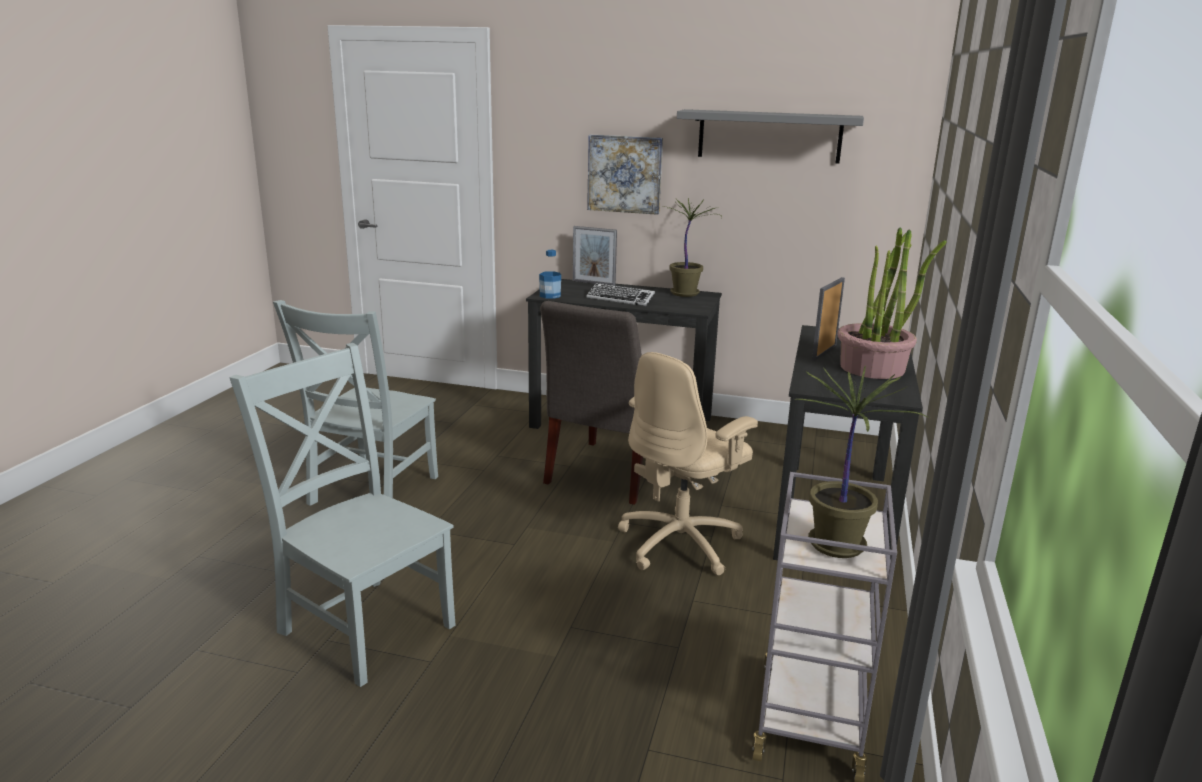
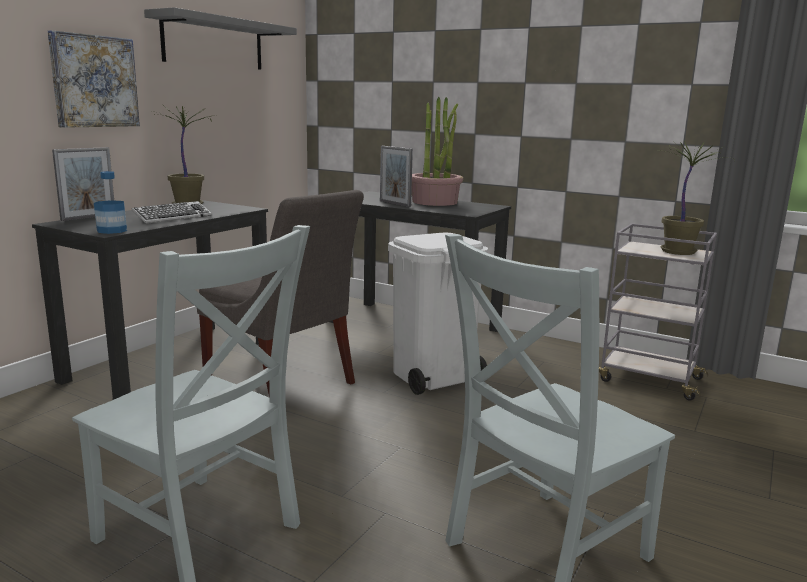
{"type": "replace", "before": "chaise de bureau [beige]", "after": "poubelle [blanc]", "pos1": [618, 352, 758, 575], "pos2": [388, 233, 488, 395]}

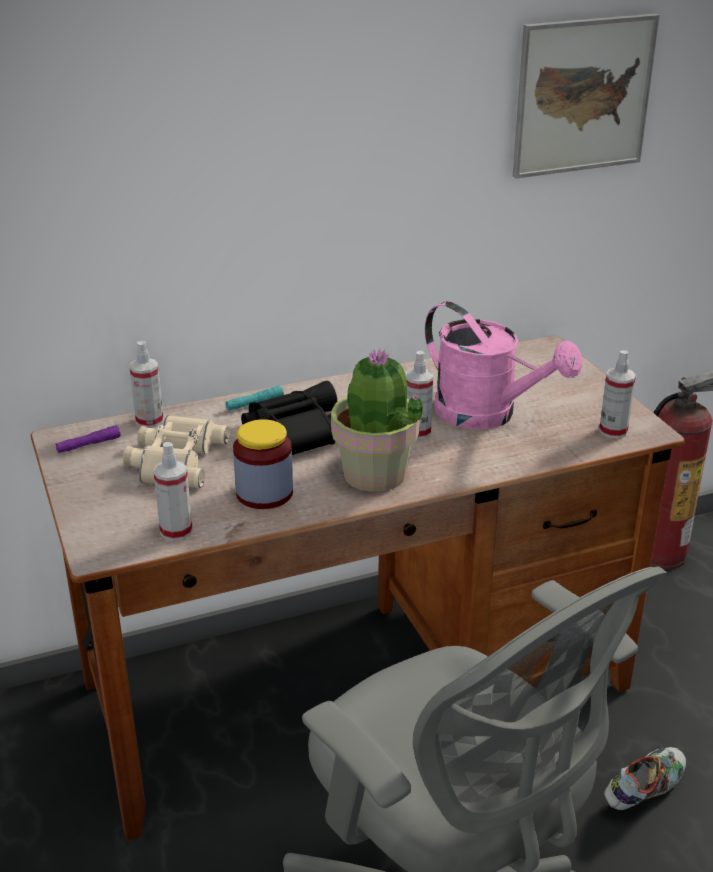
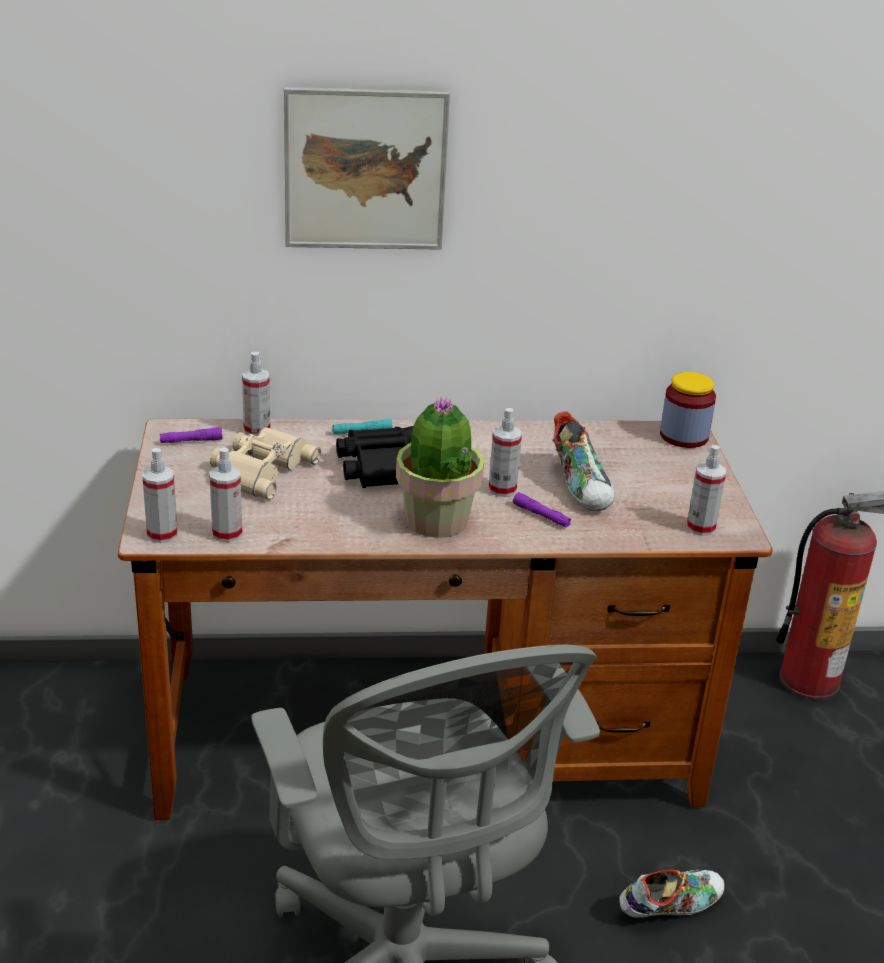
{"type": "move", "before": "tableau", "pos1": [513, 14, 660, 179], "pos2": [284, 87, 450, 250]}
{"type": "replace", "before": "arrosoir [rose]", "after": "chaussure", "pos1": [425, 301, 582, 429], "pos2": [552, 411, 615, 512]}
{"type": "move", "before": "bocal", "pos1": [233, 419, 293, 509], "pos2": [660, 372, 716, 448]}
{"type": "insert", "after": "vaporisateur", "pos2": [142, 448, 178, 543]}
{"type": "insert", "after": "lampe de poche [violet]", "pos2": [513, 492, 571, 528]}

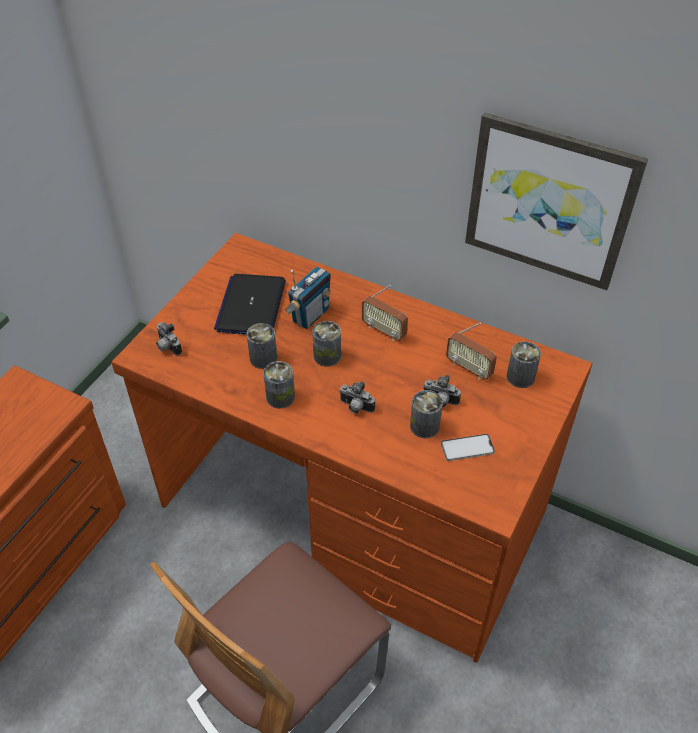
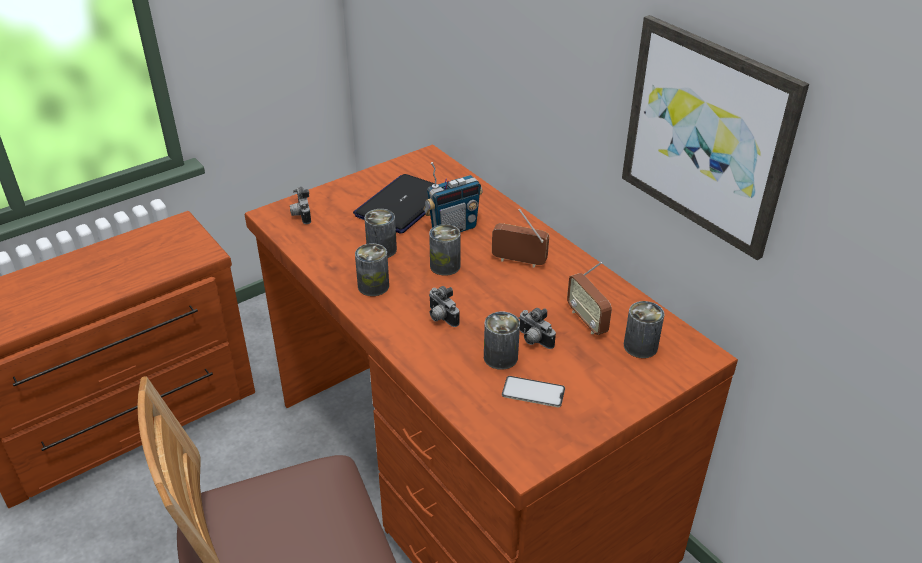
{"type": "rotate", "before": "radio", "pos1": [362, 285, 408, 341], "pos2": [492, 209, 549, 268], "turn": 135}

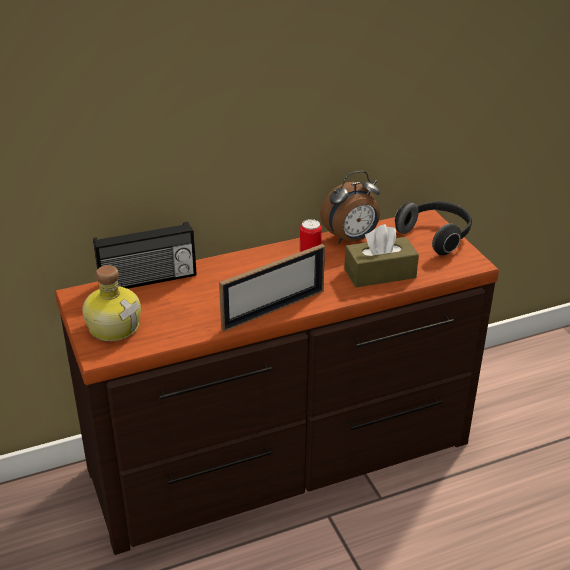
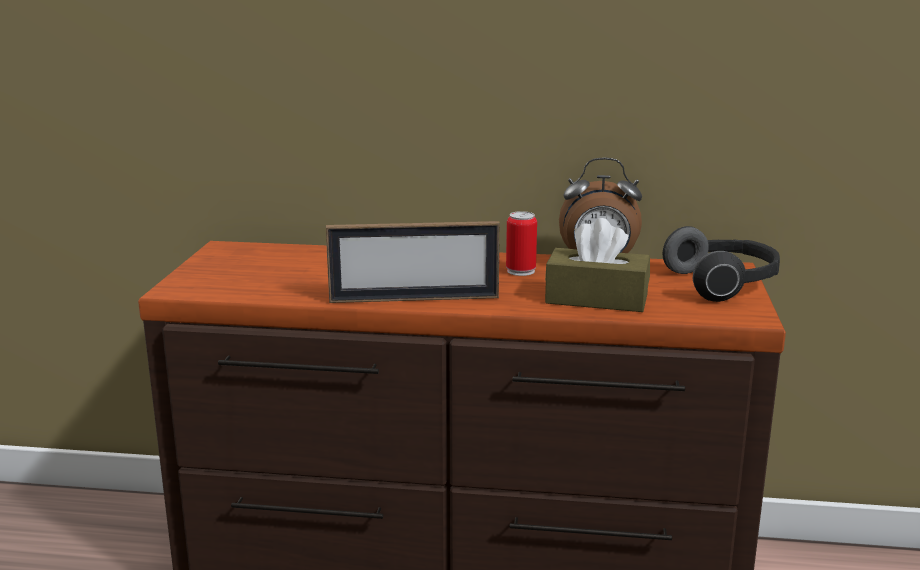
{"type": "delete", "before": "radio", "pos1": [93, 222, 197, 289]}
{"type": "delete", "before": "bouteille", "pos1": [82, 265, 141, 341]}

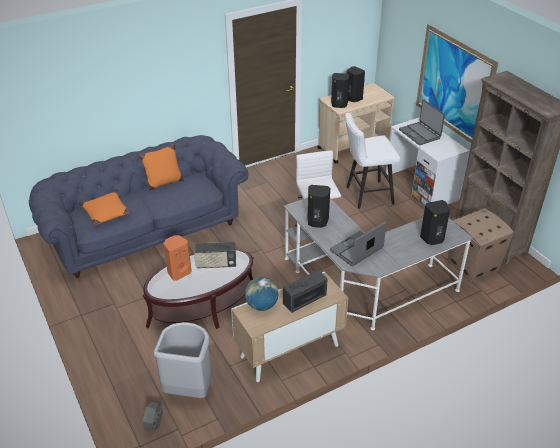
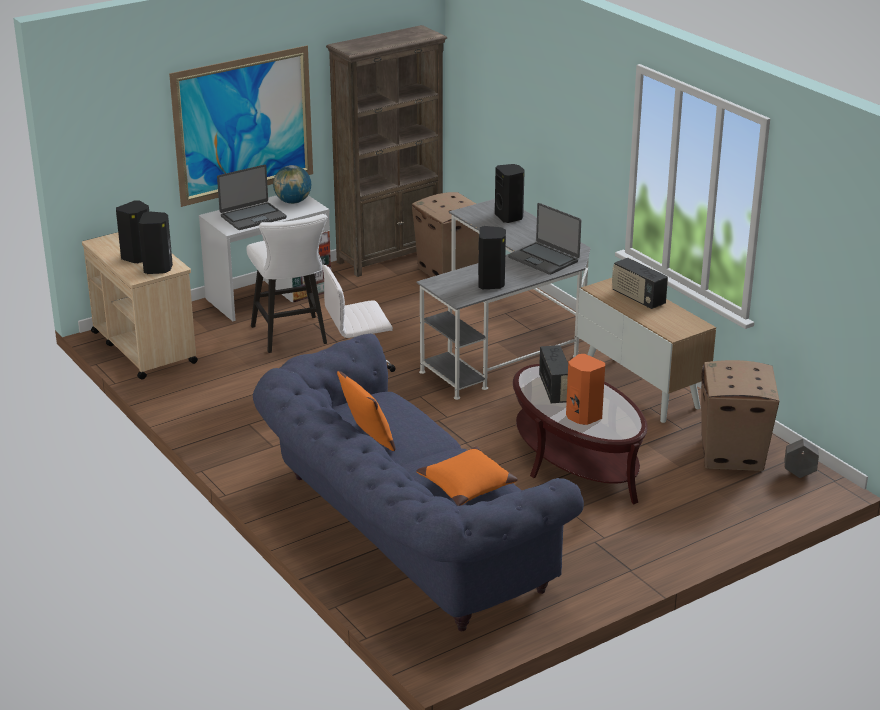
{"type": "move", "before": "globe", "pos1": [245, 277, 279, 311], "pos2": [273, 165, 311, 204]}
{"type": "replace", "before": "poubelle [gris]", "after": "carton", "pos1": [153, 322, 212, 398], "pos2": [701, 360, 779, 471]}

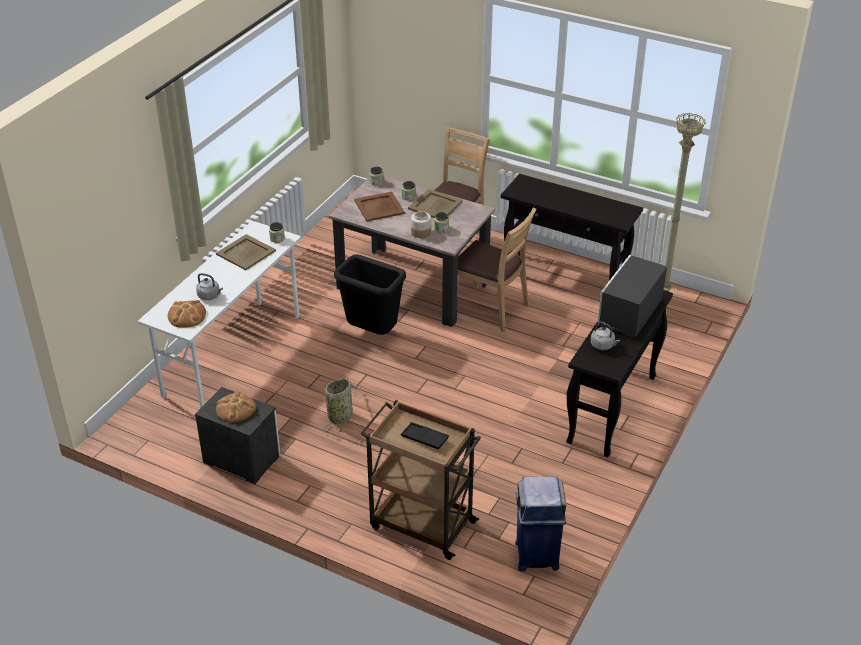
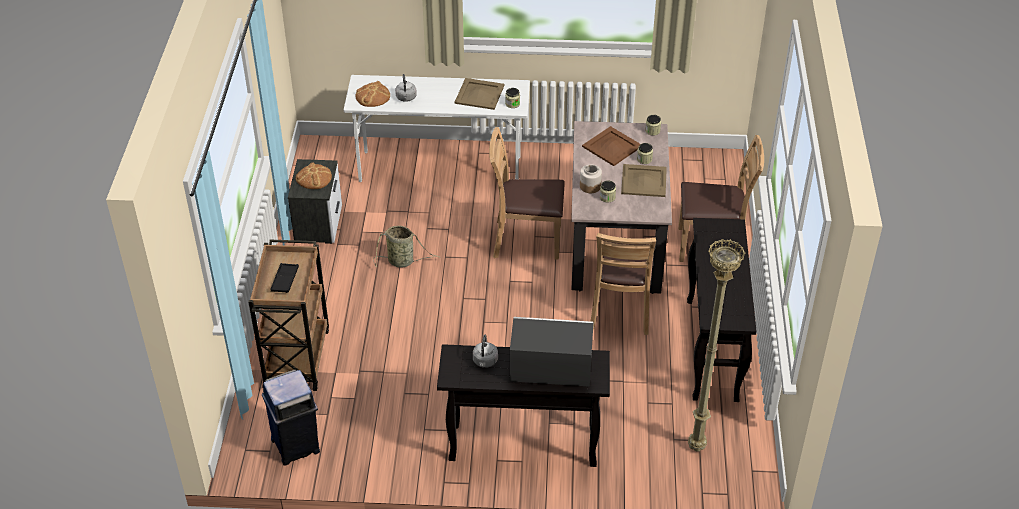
{"type": "replace", "before": "poubelle [noir]", "after": "chaise [marron]", "pos1": [334, 254, 406, 335], "pos2": [489, 127, 565, 260]}

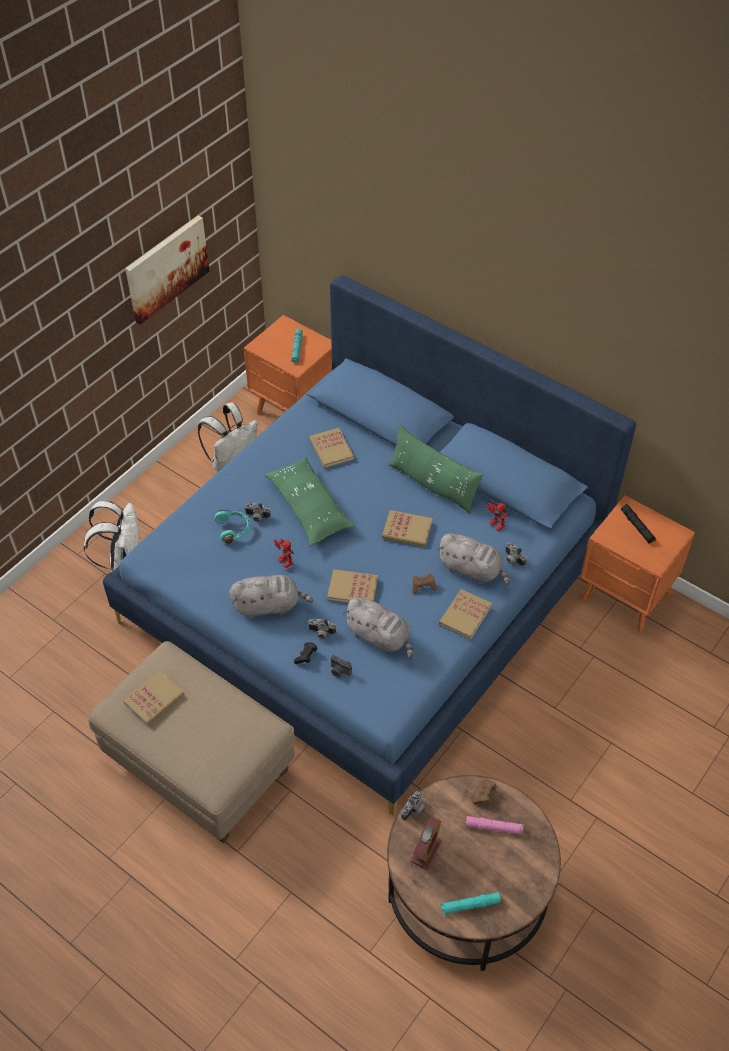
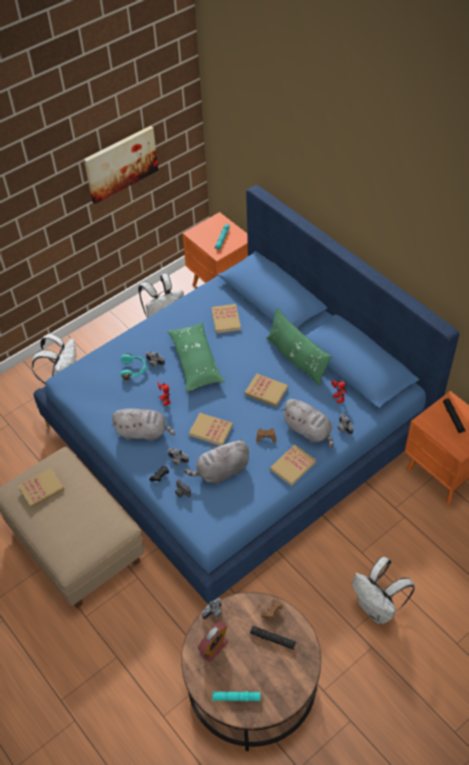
{"type": "rotate", "before": "peluche [gris]", "pos1": [343, 598, 413, 658], "pos2": [184, 439, 249, 484], "turn": 105}
{"type": "recolor", "before": "lampe de poche [rose]", "after": "lampe de poche [noir]", "pos1": [466, 816, 524, 835], "pos2": [250, 626, 296, 650]}
{"type": "insert", "after": "sac à dos [blanc]", "pos2": [352, 557, 415, 624]}

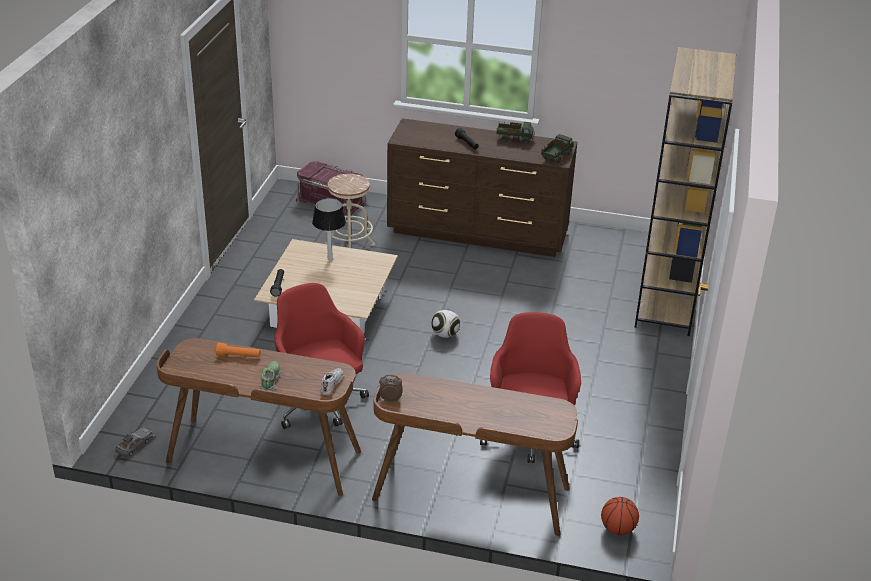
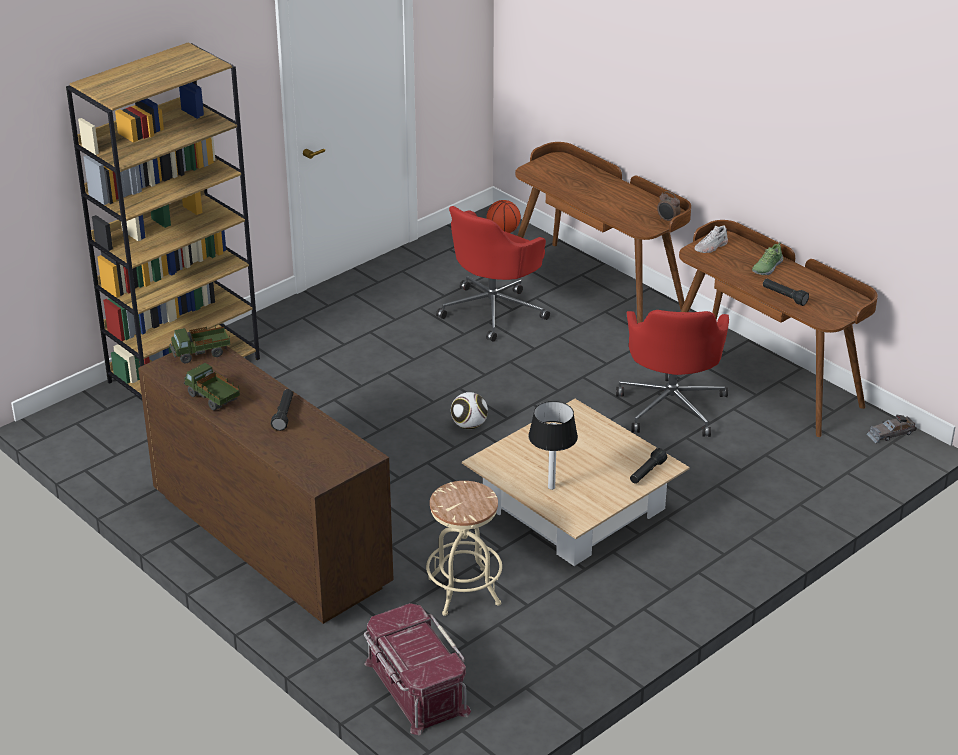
{"type": "recolor", "before": "lampe de poche [orange]", "after": "lampe de poche [noir]", "pos1": [216, 343, 260, 357], "pos2": [763, 278, 809, 306]}

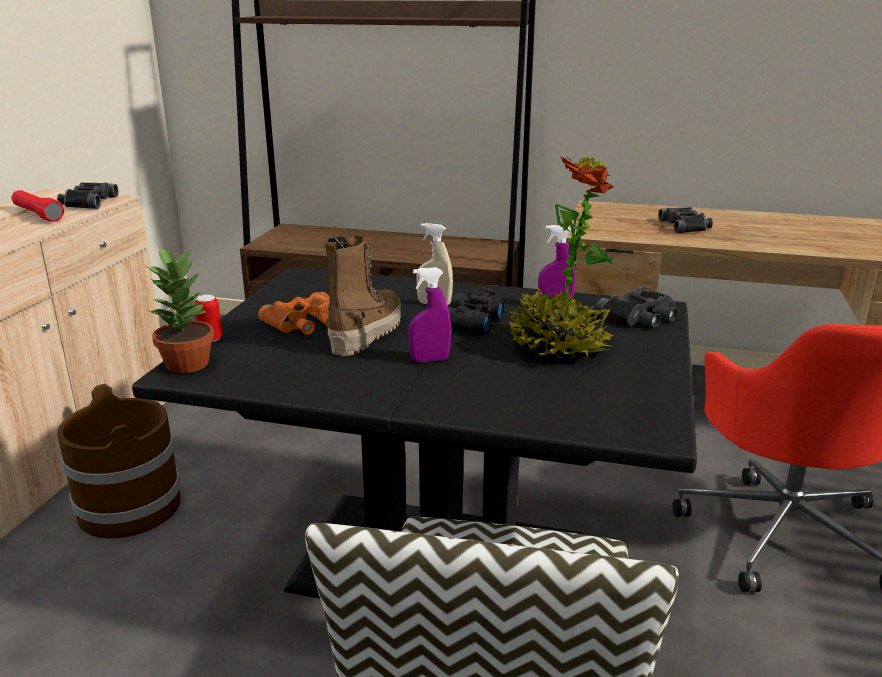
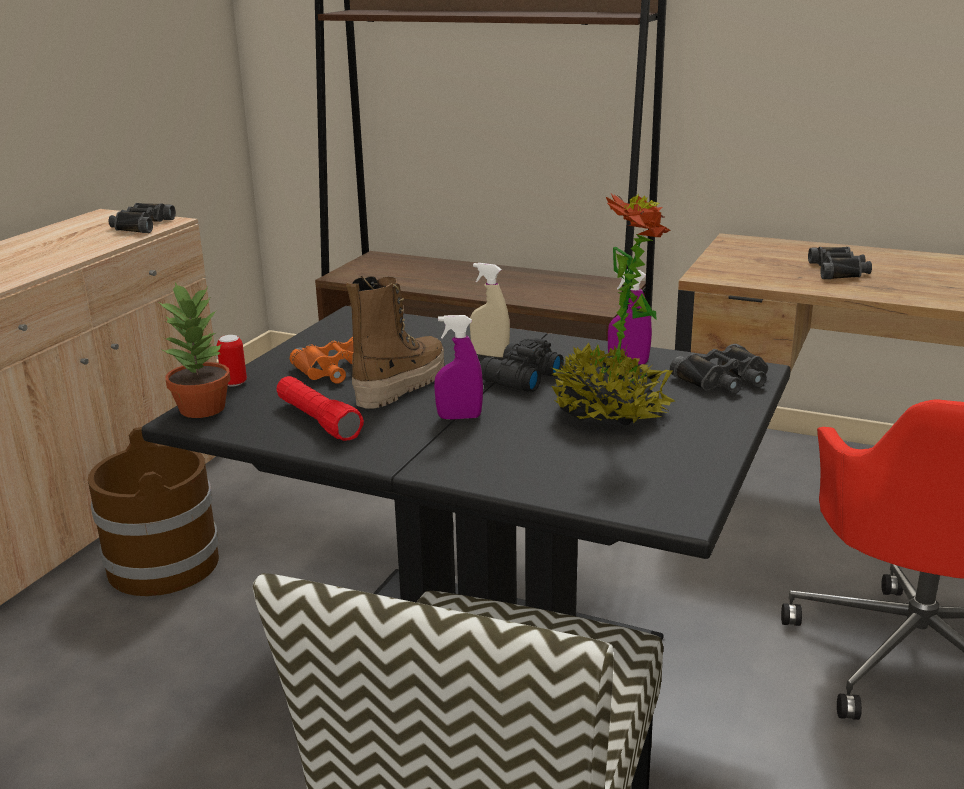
{"type": "move", "before": "lampe de poche [rouge]", "pos1": [12, 190, 64, 222], "pos2": [277, 376, 364, 441]}

